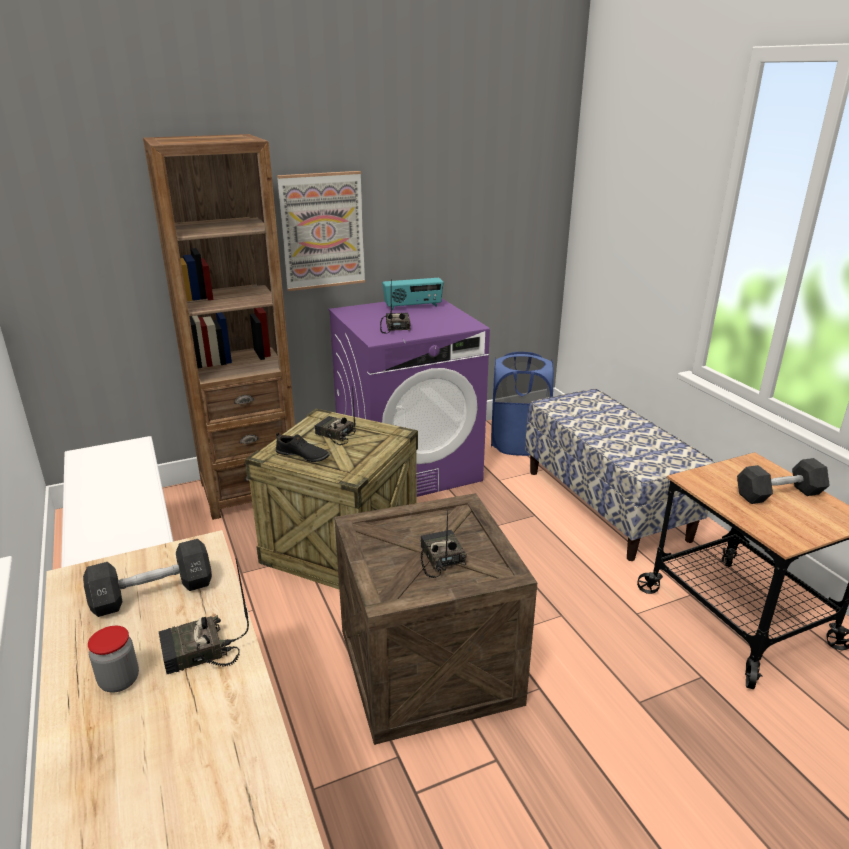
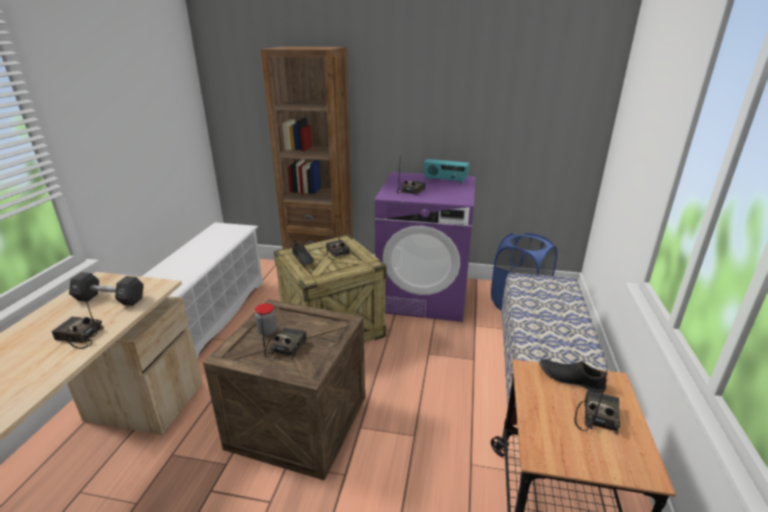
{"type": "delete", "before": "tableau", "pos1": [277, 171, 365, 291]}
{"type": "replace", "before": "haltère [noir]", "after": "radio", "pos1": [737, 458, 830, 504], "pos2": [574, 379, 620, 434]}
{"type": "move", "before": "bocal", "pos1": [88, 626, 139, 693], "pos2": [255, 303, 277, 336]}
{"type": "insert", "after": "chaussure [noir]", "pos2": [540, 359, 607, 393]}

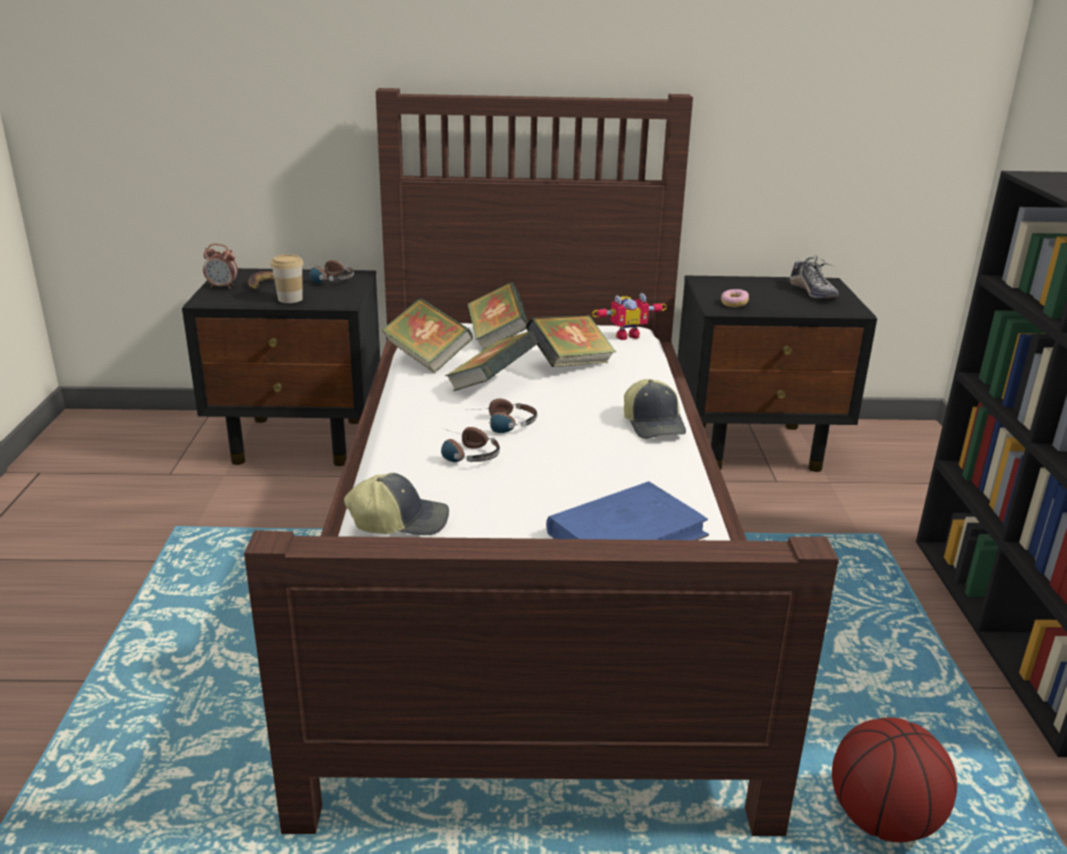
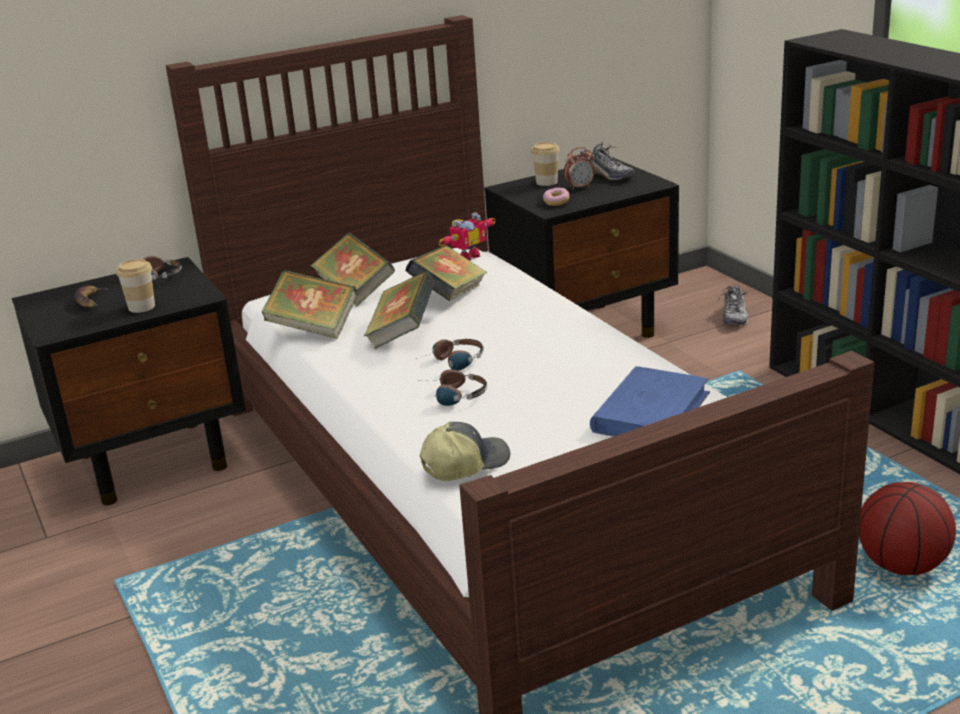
{"type": "move", "before": "réveil", "pos1": [203, 244, 238, 289], "pos2": [563, 147, 594, 190]}
{"type": "delete", "before": "casquette", "pos1": [624, 379, 686, 439]}
{"type": "insert", "after": "tasse", "pos2": [531, 142, 560, 186]}
{"type": "insert", "after": "chaussure", "pos2": [718, 283, 752, 325]}

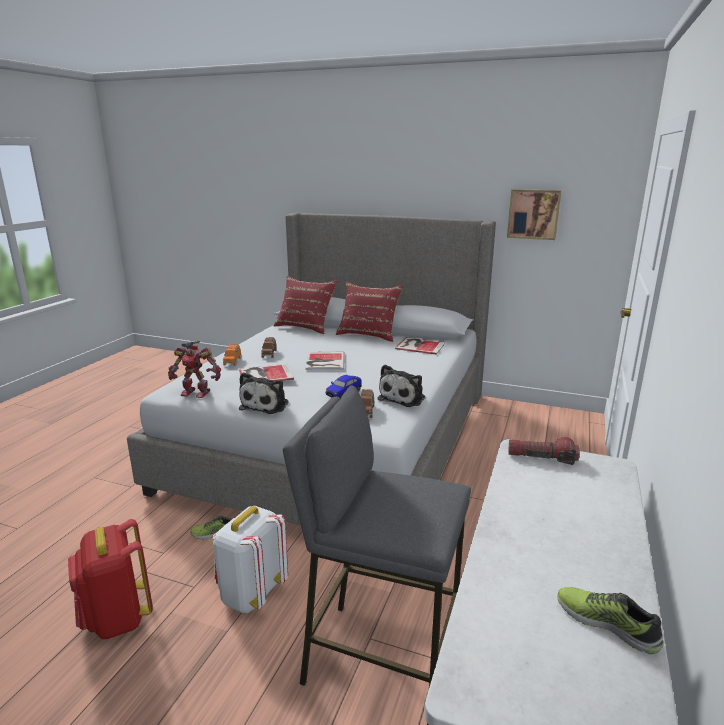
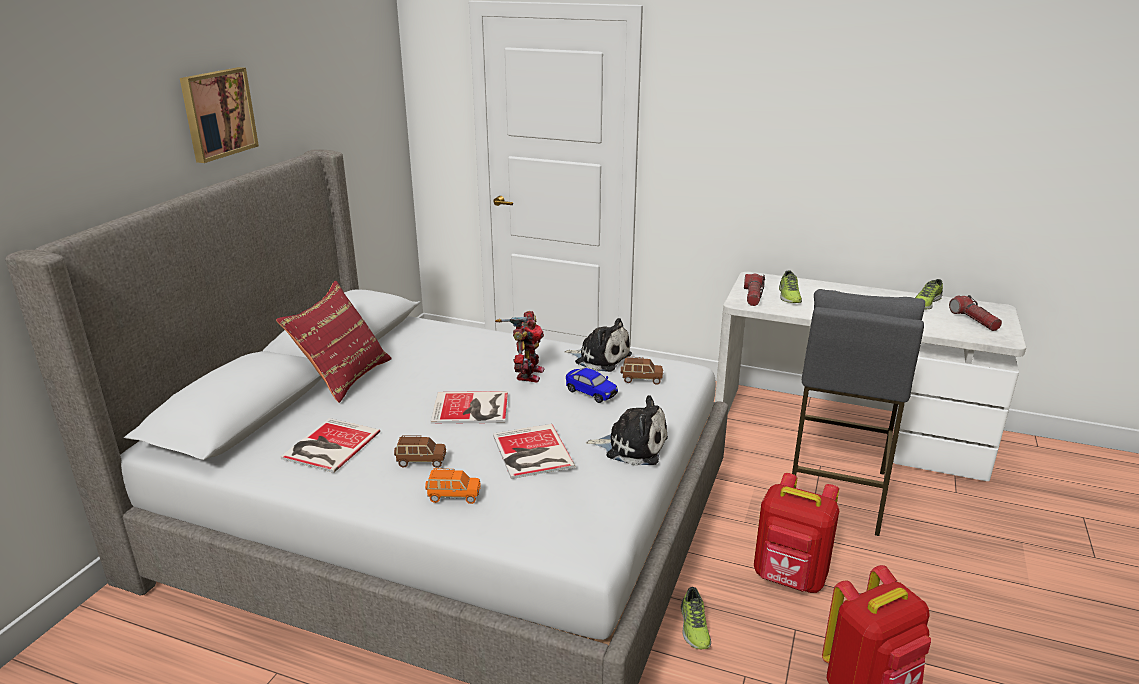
{"type": "move", "before": "tableau", "pos1": [507, 189, 562, 240], "pos2": [180, 67, 259, 163]}
{"type": "delete", "before": "coussin [rouge]", "pos1": [274, 276, 338, 334]}
{"type": "move", "before": "livre", "pos1": [395, 338, 445, 355], "pos2": [280, 418, 380, 473]}
{"type": "move", "before": "robot jouet", "pos1": [168, 341, 221, 398], "pos2": [495, 311, 545, 383]}
{"type": "recolor", "before": "sac à dos [blanc]", "after": "sac à dos [rouge]", "pos1": [212, 506, 288, 613], "pos2": [754, 473, 839, 593]}
{"type": "insert", "after": "chaussure", "pos2": [779, 270, 802, 303]}
{"type": "insert", "after": "lampe de poche", "pos2": [949, 295, 1002, 331]}

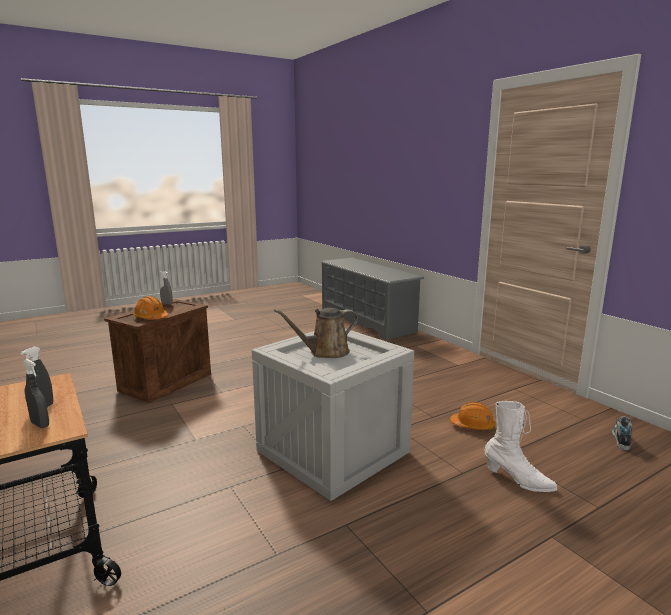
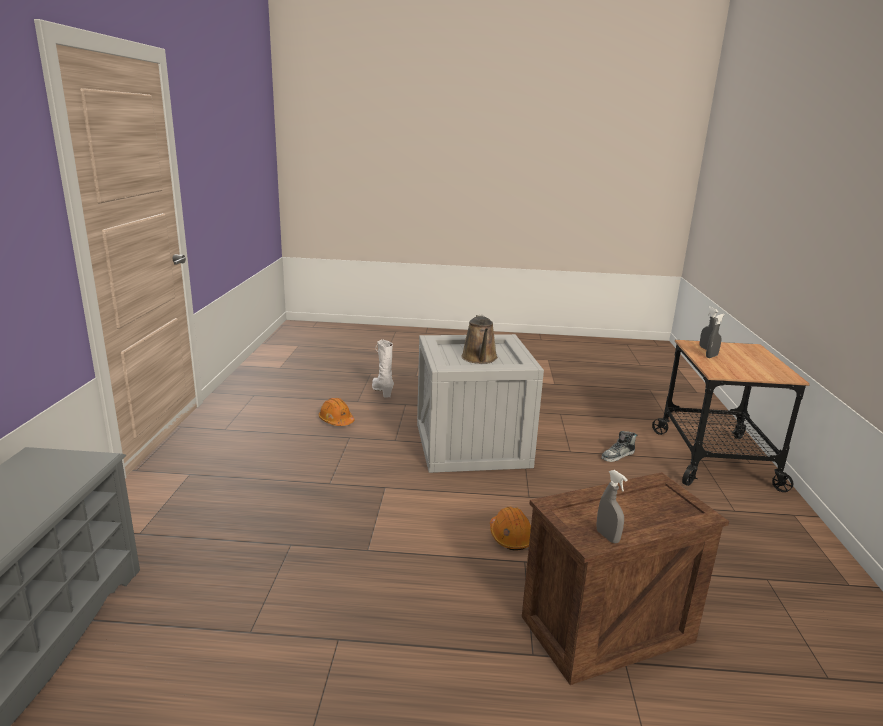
{"type": "move", "before": "casque de chantier [orange]", "pos1": [133, 296, 169, 319], "pos2": [490, 507, 531, 551]}
{"type": "rotate", "before": "arrosoir [marron]", "pos1": [274, 308, 358, 358], "pos2": [461, 315, 498, 364], "turn": 75}
{"type": "move", "before": "chaussure", "pos1": [612, 416, 632, 450], "pos2": [601, 431, 637, 462]}

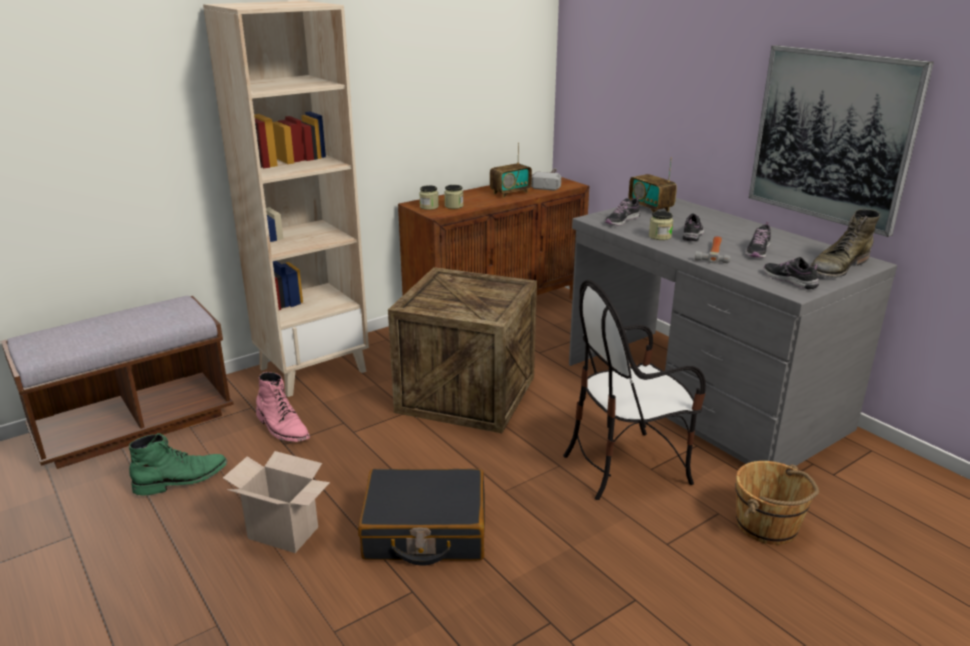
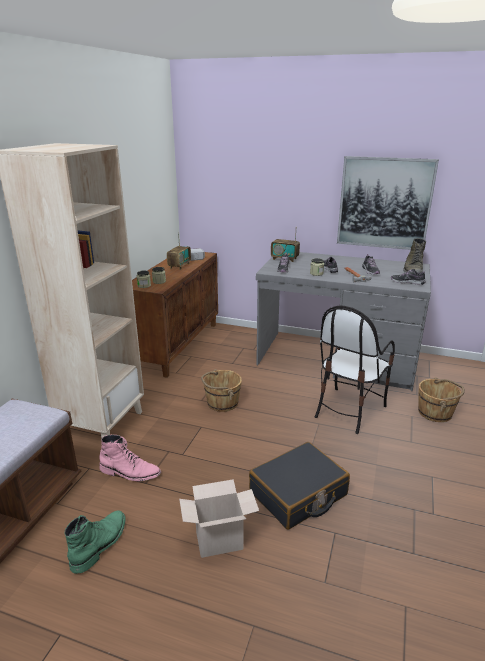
{"type": "replace", "before": "caisse", "after": "seau [marron]", "pos1": [388, 267, 537, 433], "pos2": [201, 369, 242, 412]}

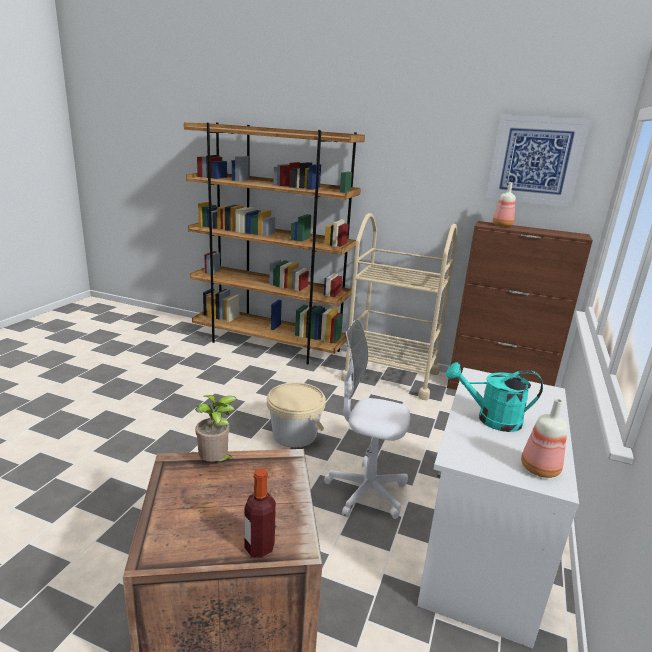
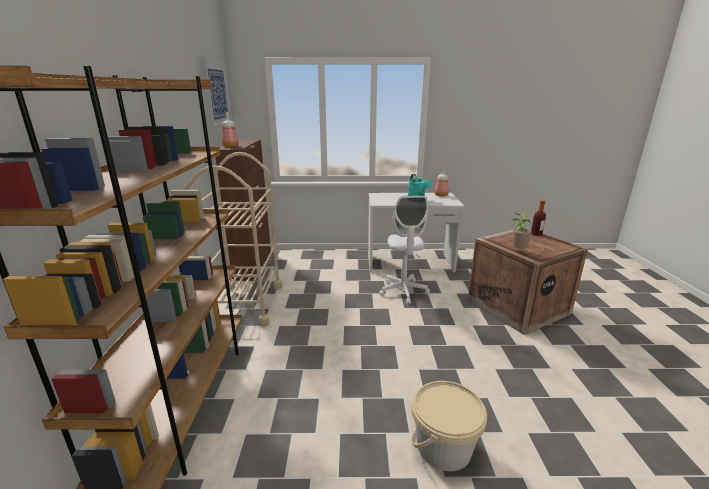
{"type": "move", "before": "seau [beige]", "pos1": [267, 382, 326, 448], "pos2": [411, 381, 487, 471]}

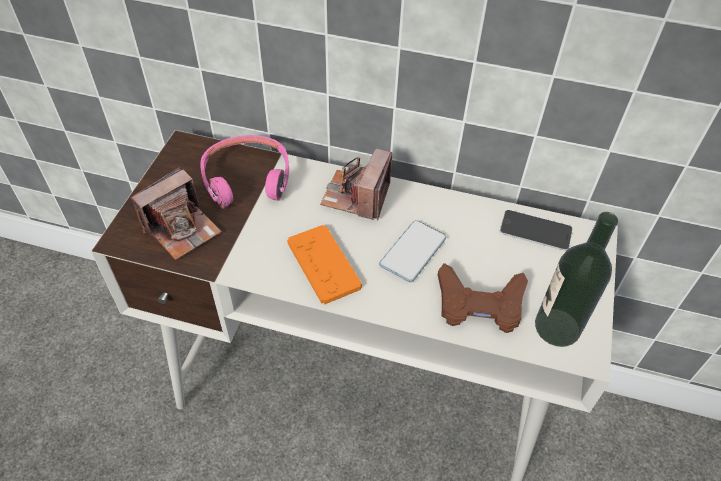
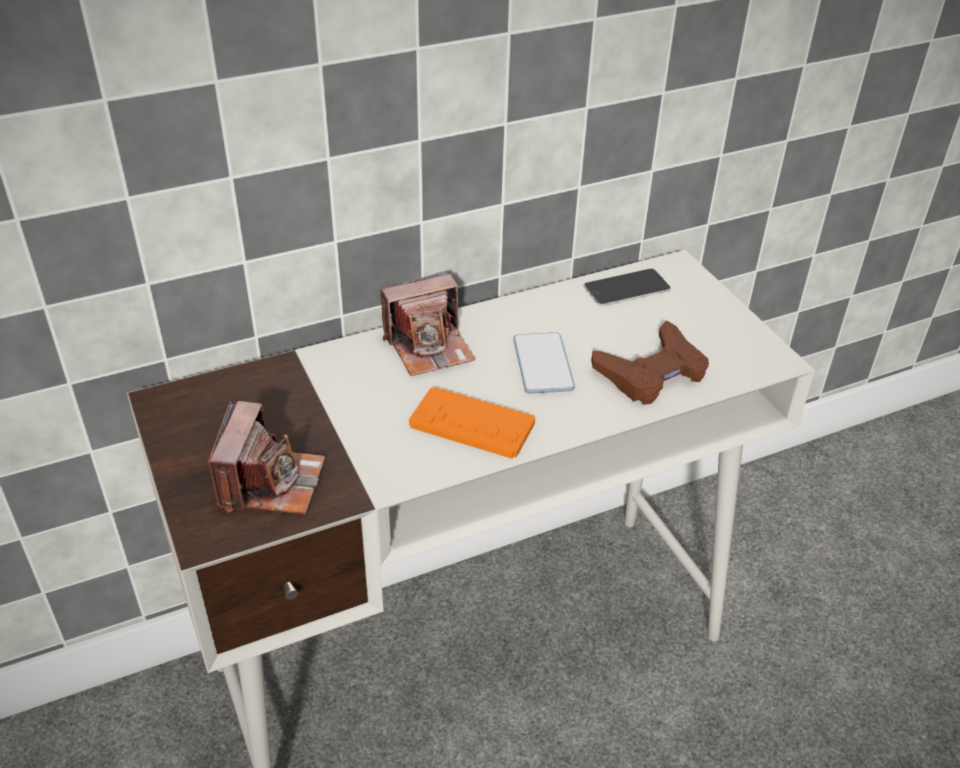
{"type": "delete", "before": "casque audio [rose]", "pos1": [200, 135, 289, 208]}
{"type": "rotate", "before": "appareil photo", "pos1": [320, 148, 392, 220], "pos2": [380, 271, 475, 376], "turn": -90}
{"type": "delete", "before": "bouteille", "pos1": [535, 212, 618, 347]}

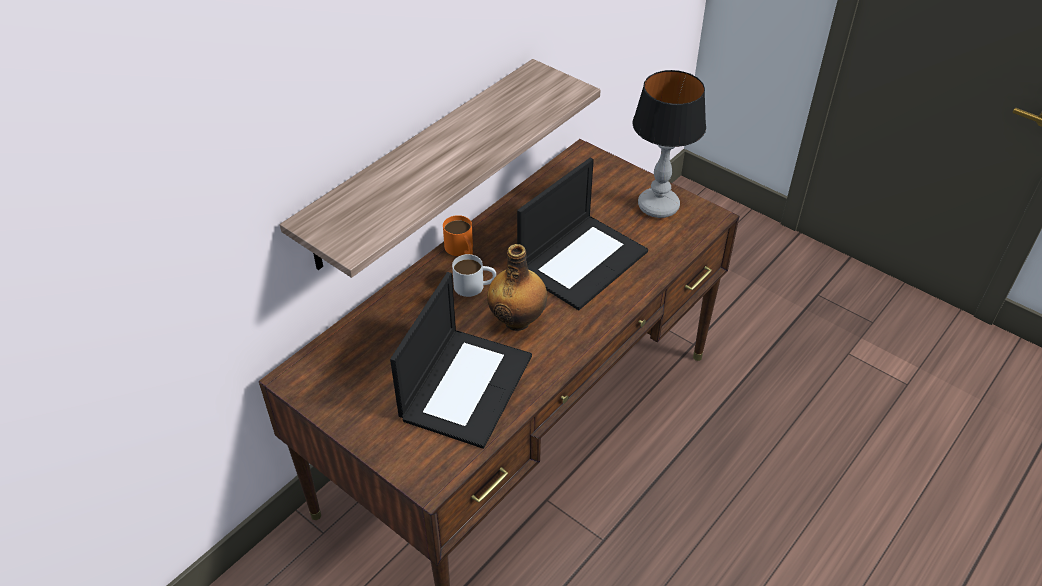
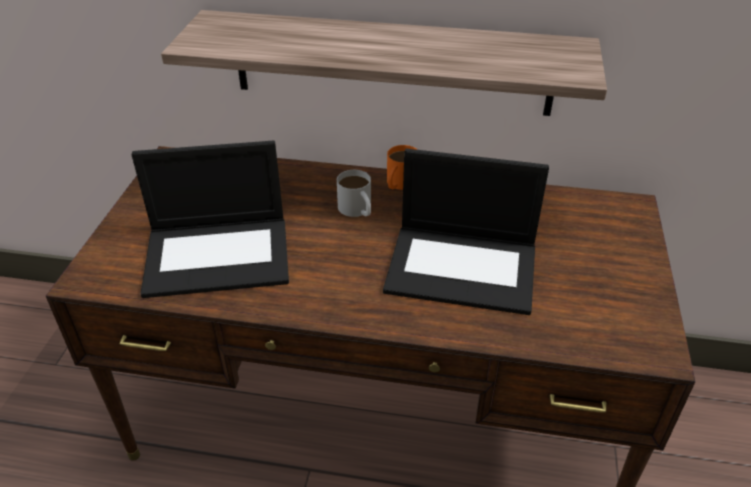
{"type": "delete", "before": "lampe de table", "pos1": [633, 70, 706, 218]}
{"type": "delete", "before": "bouteille", "pos1": [487, 244, 547, 331]}

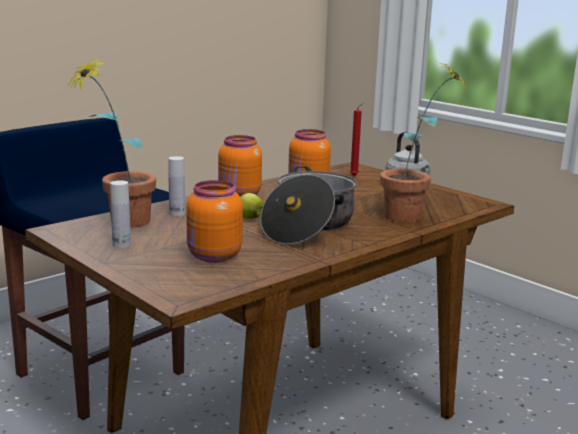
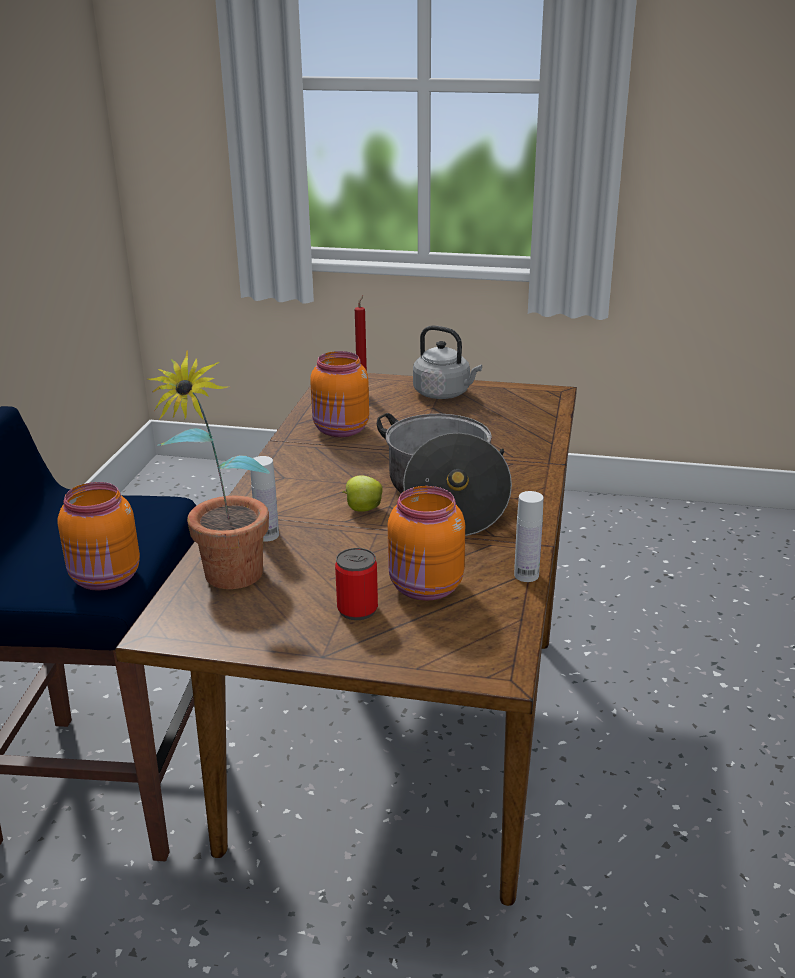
{"type": "delete", "before": "plante en pot", "pos1": [380, 63, 468, 222]}
{"type": "move", "before": "bocal [orange]", "pos1": [218, 135, 262, 197], "pos2": [57, 482, 140, 591]}
{"type": "move", "before": "bouteille [blanc]", "pos1": [110, 180, 131, 248], "pos2": [514, 491, 543, 582]}
{"type": "insert", "after": "boîte métallique", "pos2": [335, 548, 378, 620]}

